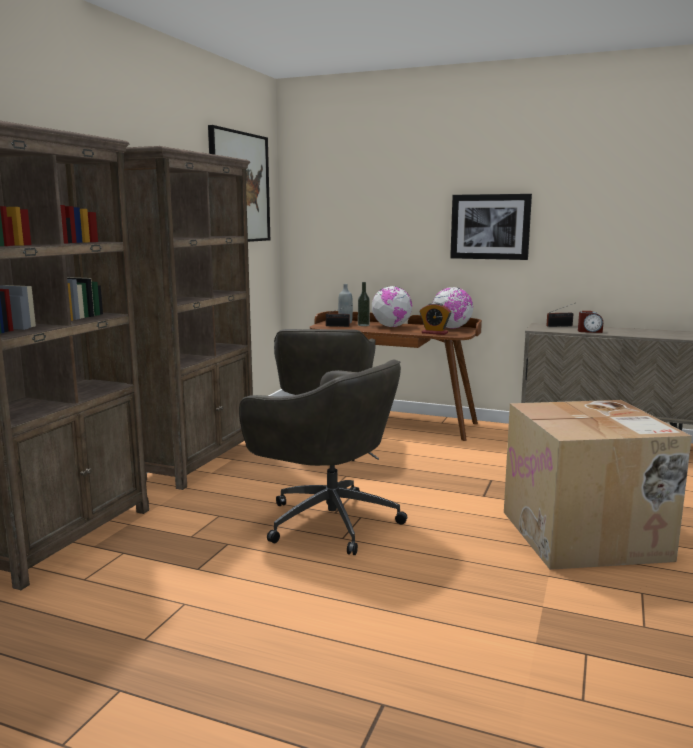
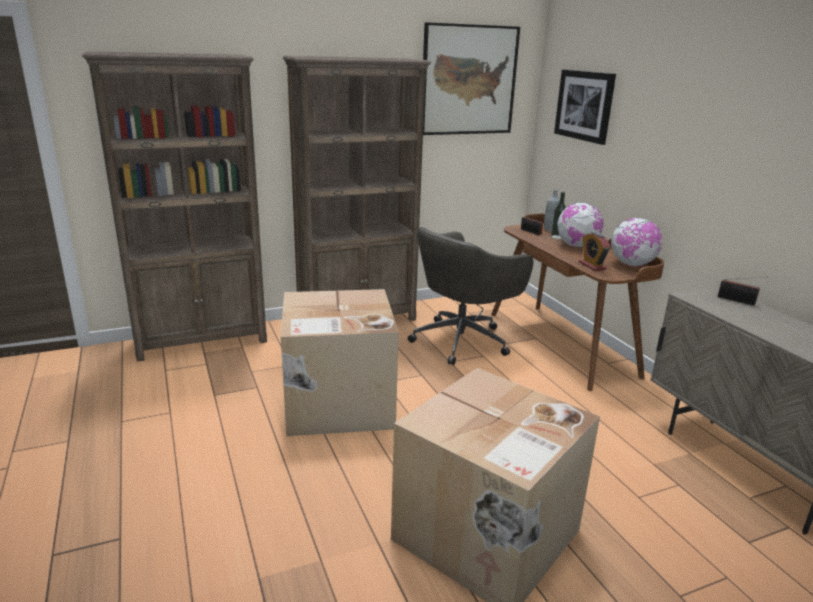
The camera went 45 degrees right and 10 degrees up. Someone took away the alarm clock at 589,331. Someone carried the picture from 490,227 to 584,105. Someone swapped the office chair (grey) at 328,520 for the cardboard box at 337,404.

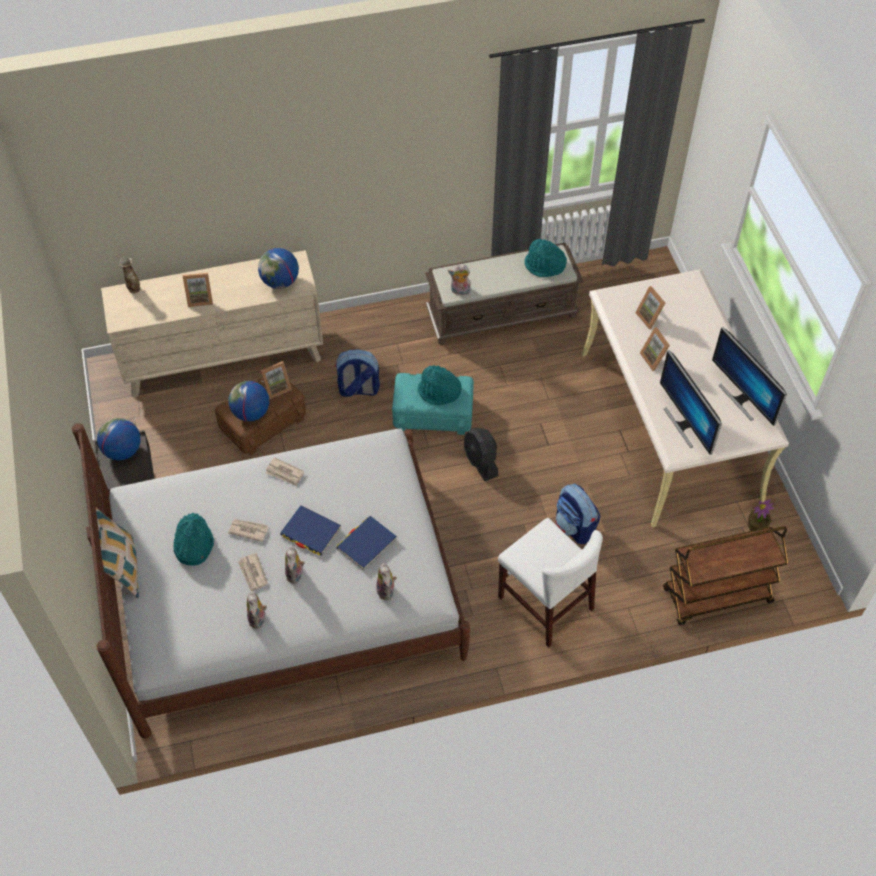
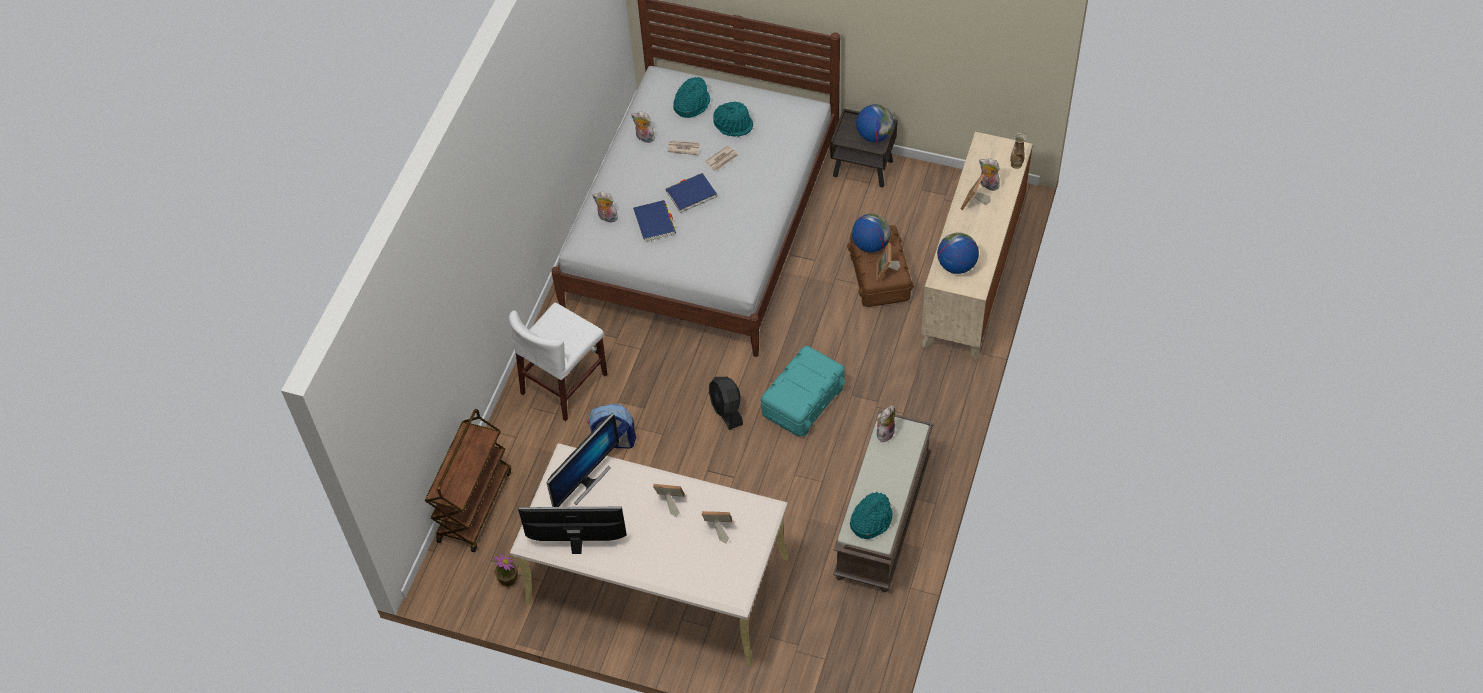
The camera went 125 degrees right and 0 degrees up. Someone took away the pillow at 123,569. Someone took away the newspaper at 285,473. Someone took away the backpack at 358,389. Someone carried the plush toy from 296,574 to 988,185. Someone carried the hat (turquoise) from 439,392 to 691,104. Someone rotated the fan (black) at 480,462 by 120 degrees counterclockwise. Someone rotated the chair (white) at 545,603 by 45 degrees counterclockwise. Someone rotated the monitor at 685,425 by 120 degrees clockwise.

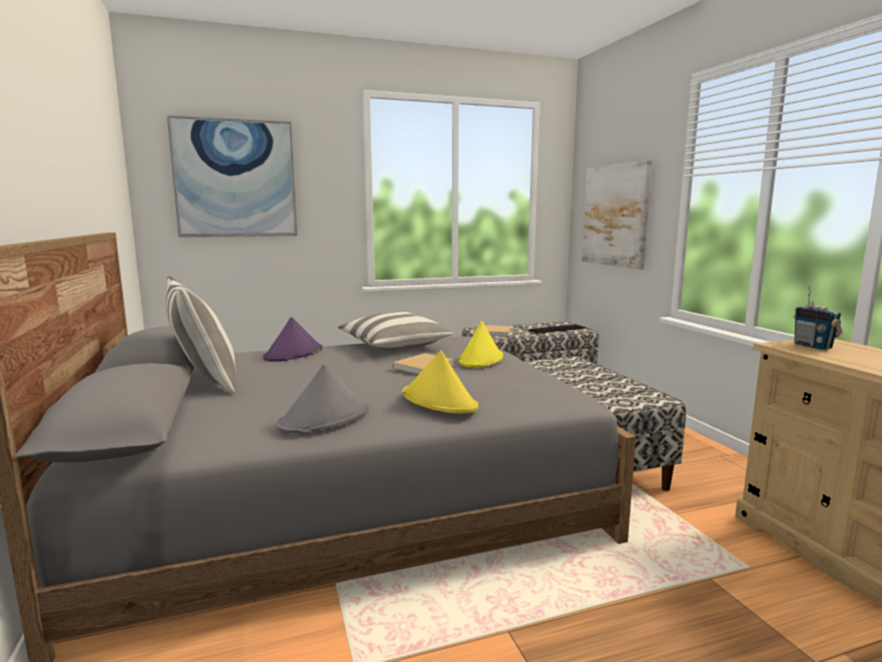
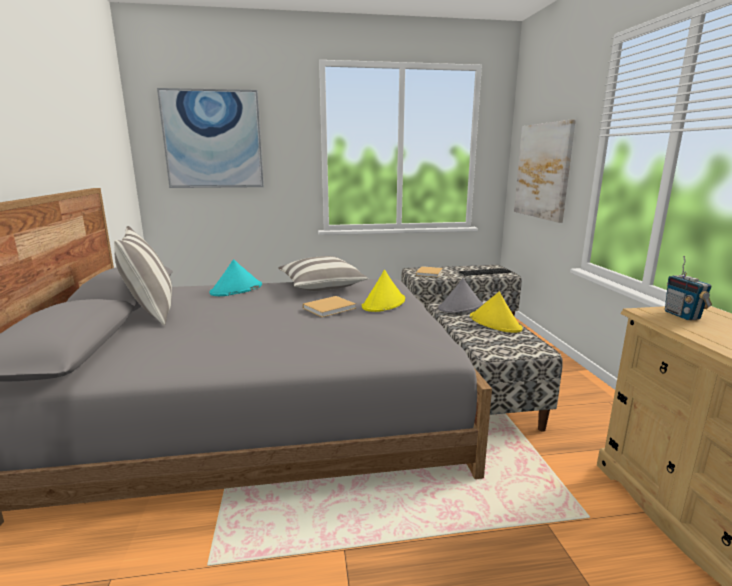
The camera went 10 degrees right and 5 degrees up. Someone carried the hat (grey) from 325,419 to 460,307. Someone carried the hat (yellow) from 439,401 to 495,323. Someone repainted the hat (purple) at 293,354, which became the hat (turquoise) at 236,289.

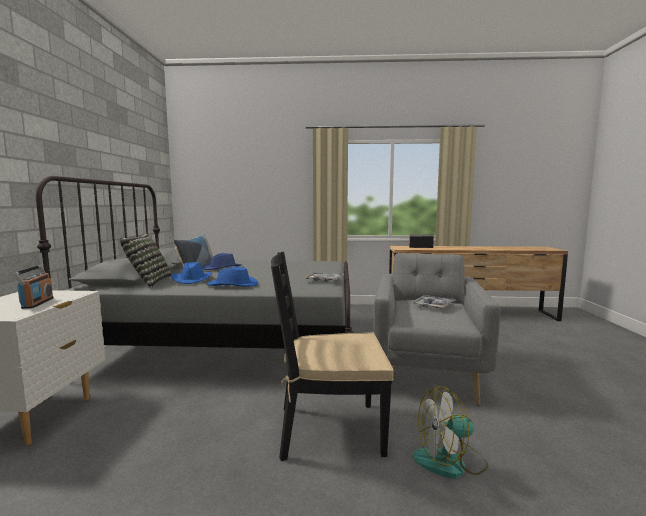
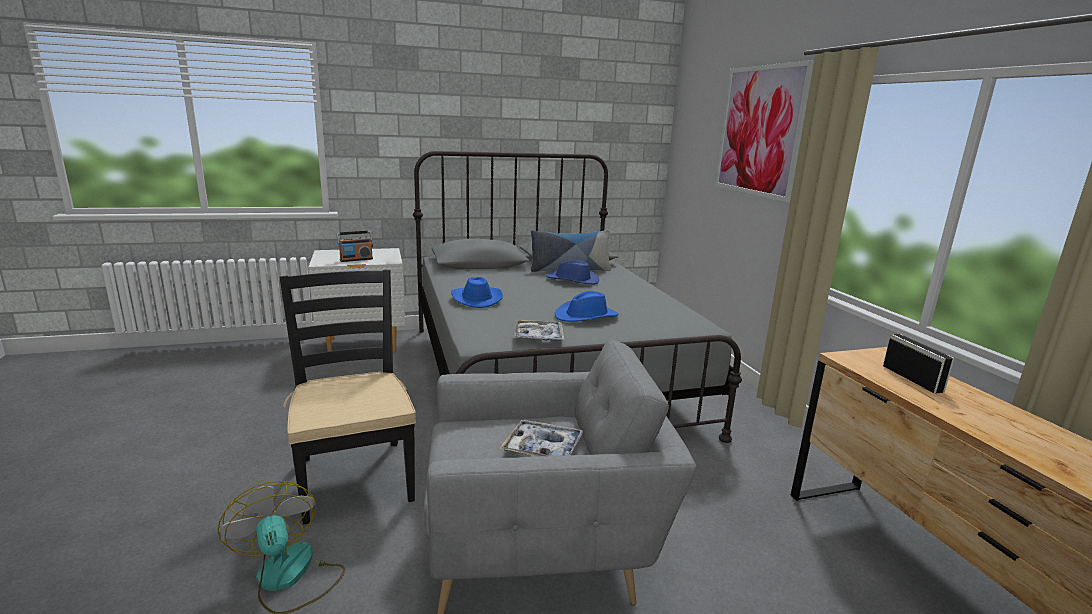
The camera went 70 degrees right and 10 degrees up. Someone took away the pillow at 148,282. Someone put up the picture at 759,131. Someone carried the hat (blue) from 192,280 to 586,316.

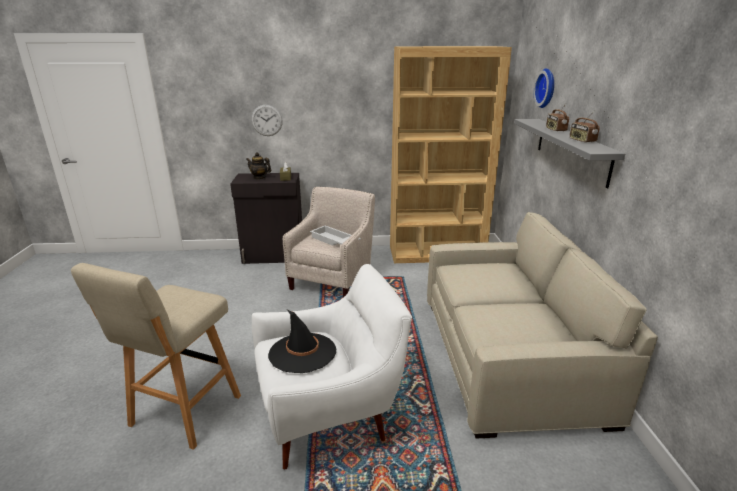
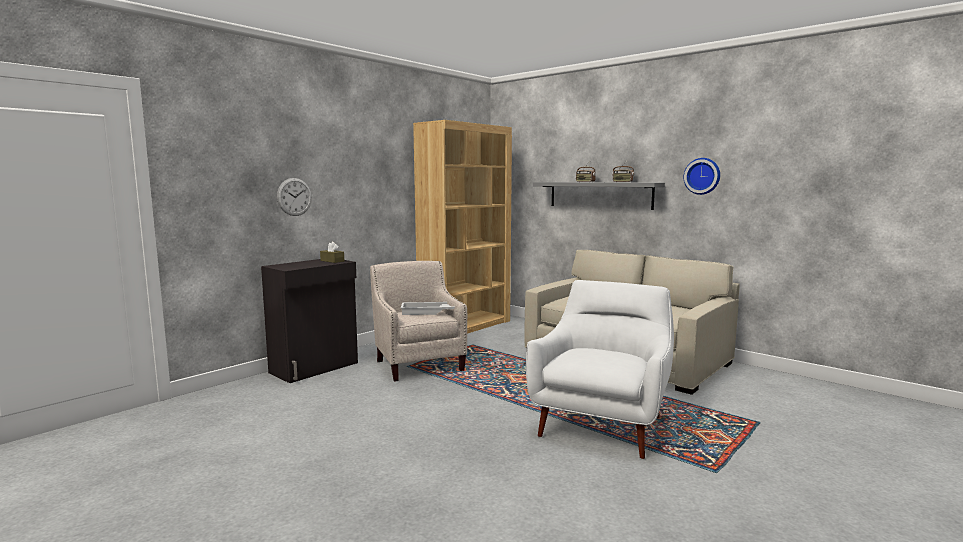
The camera went 45 degrees left and 15 degrees down. Someone took away the stool (beige) at 183,413. Someone took away the teapot at 259,177. Someone took away the hat (black) at 302,353. Someone carried the wall clock from 547,88 to 702,176.

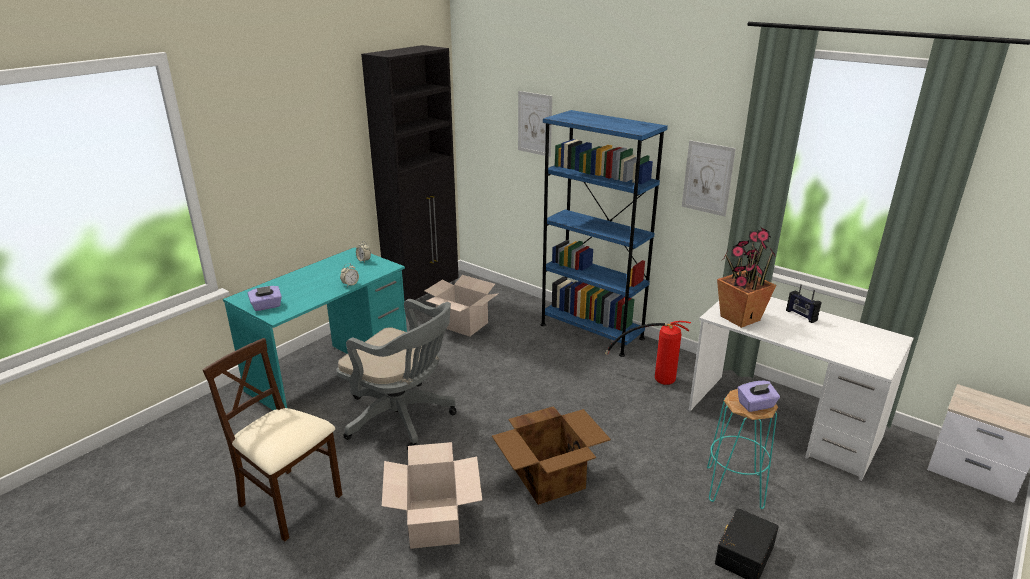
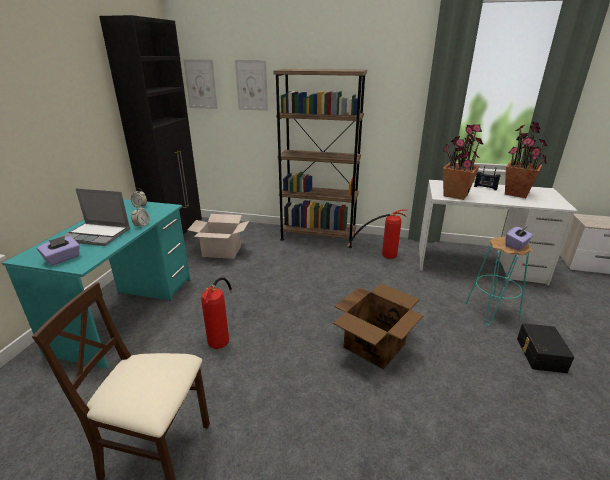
The camera went 25 degrees left and 0 degrees up. Someone took away the cardboard box at 433,522. Someone put down the laptop at 97,235. Someone put down the potted plant at 517,193. Someone carried the picture from 707,178 to 201,84. Someone swapped the office chair (grey) at 403,418 for the fire extinguisher at 222,334. Someone repainted the bookcase (blue) at 591,331, which became the bookcase (brown) at 318,237.

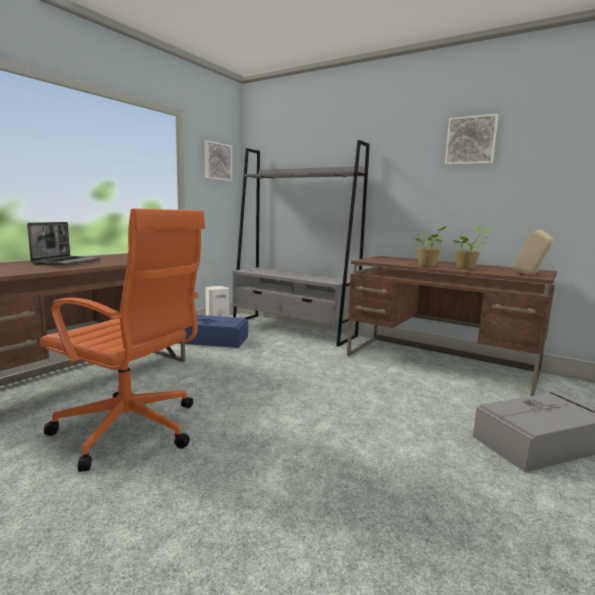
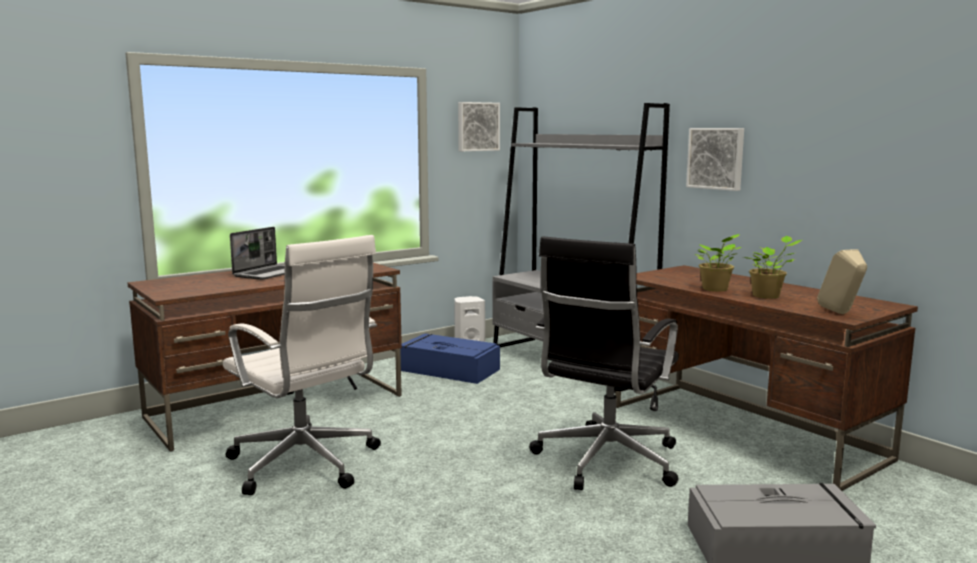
The camera went 20 degrees right and 0 degrees up. Someone put down the office chair (black) at 605,462. Someone carried the picture from 471,140 to 716,158. Someone repainted the office chair (orange) at 131,430, which became the office chair (white) at 305,465.

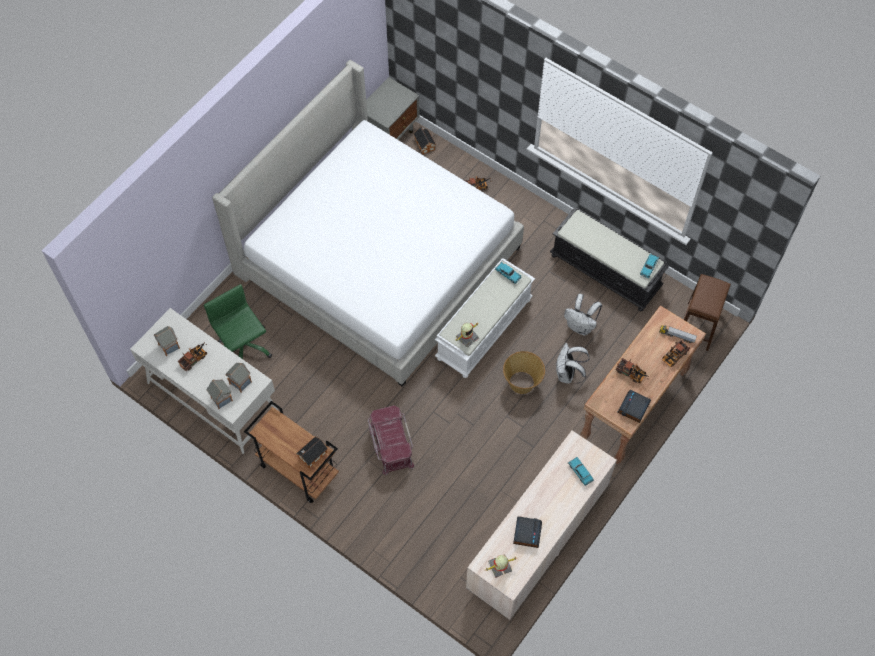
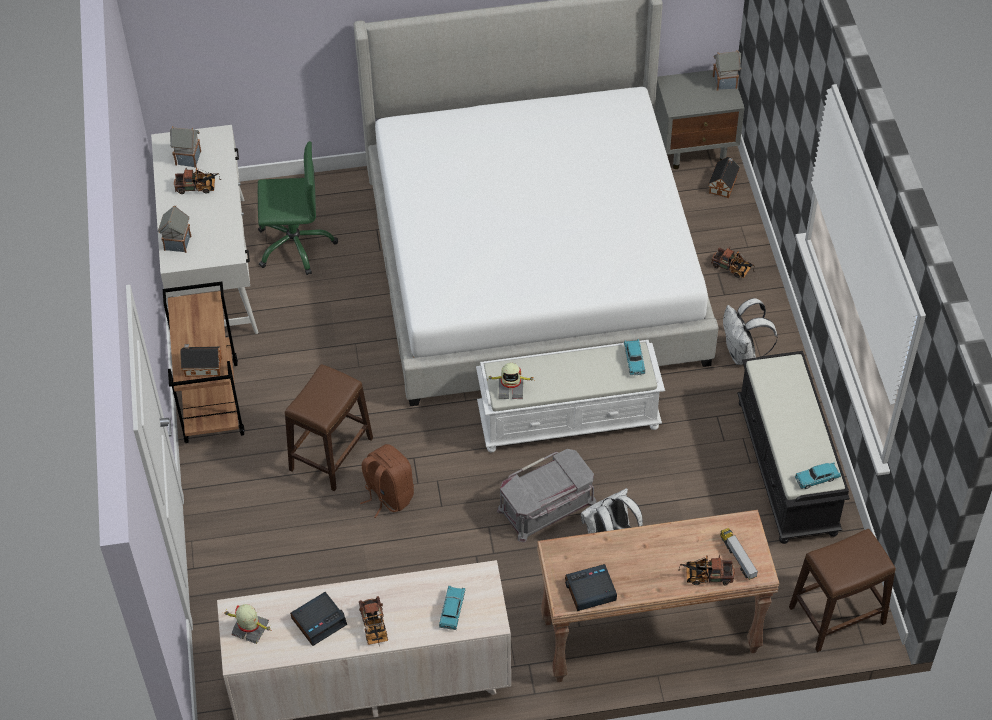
The camera went 45 degrees right and 10 degrees down. Someone put down the backpack (brown) at 388,495. Someone carried the toy house from 240,382 to 725,82. Someone carried the backpack (white) from 580,326 to 742,354. Someone carried the toy truck from 632,374 to 374,628. Someone swapped the storage box (red) at 390,445 for the stool (brown) at 330,454. Someone swapped the basket at 522,382 for the storage box (grey) at 547,507. Someone rotated the office chair (green) at 243,348 by 75 degrees clockwise.

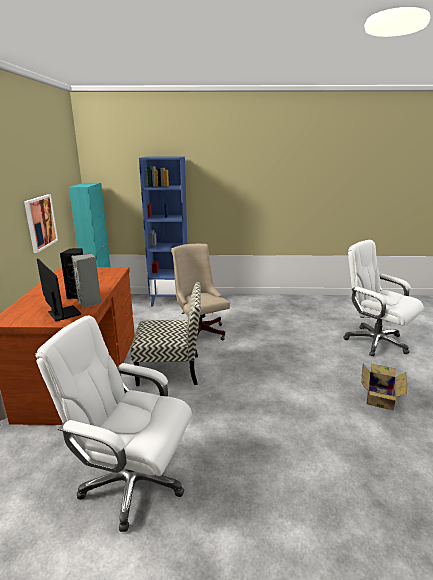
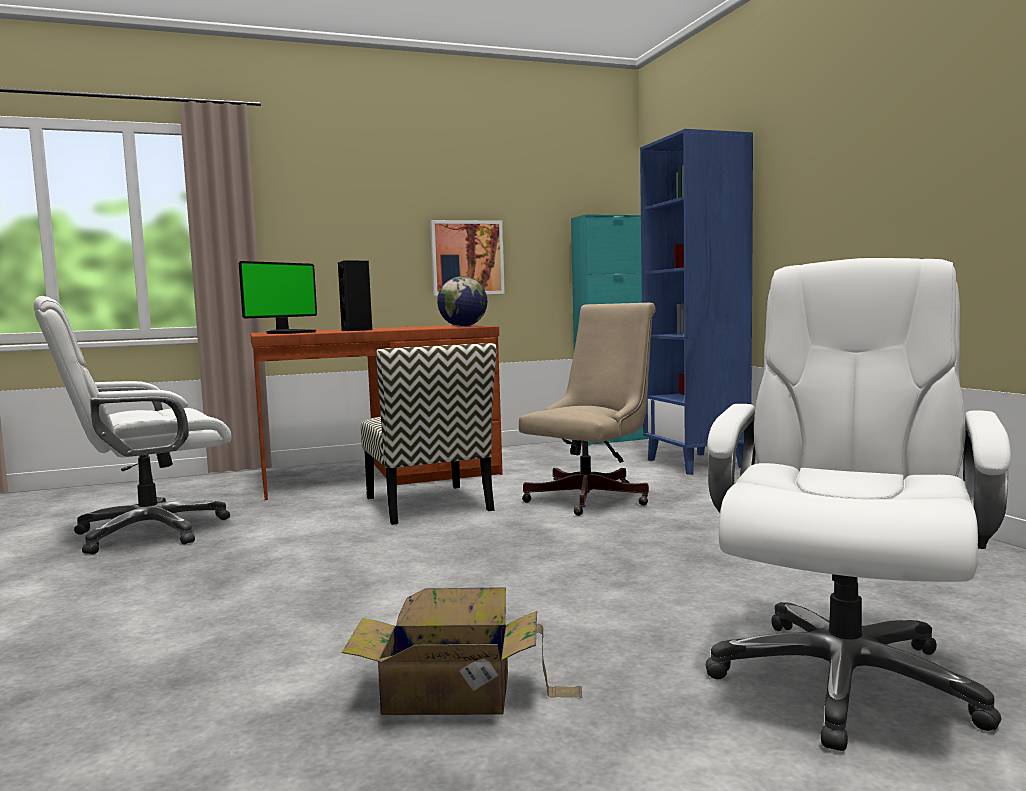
The camera went 70 degrees right and 15 degrees down. Someone took away the speaker (grey) at 89,303. Someone put down the globe at 463,326. Someone rotated the office chair (white) at 132,482 by 120 degrees counterclockwise.

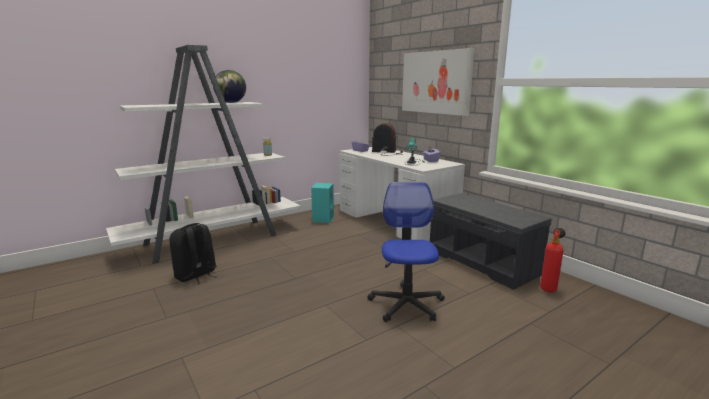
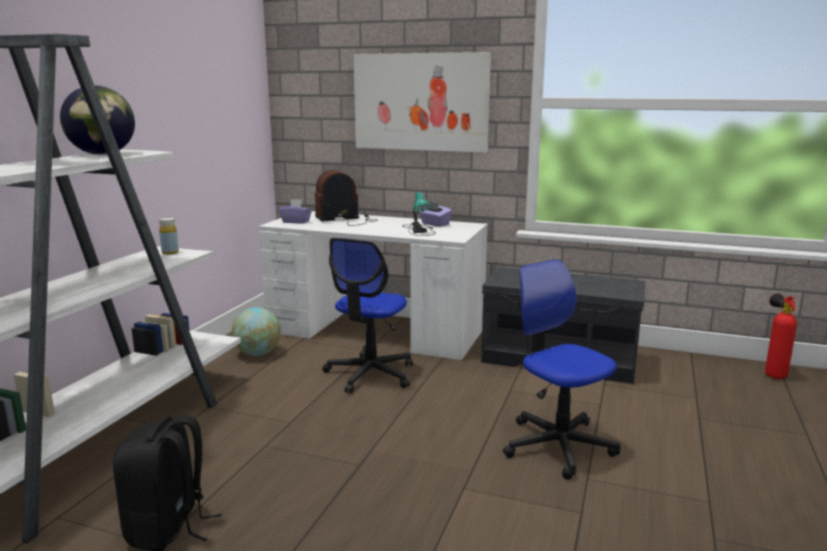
The camera went 35 degrees left and 0 degrees up. Someone put down the office chair at 370,374. Someone carried the fire extinguisher from 548,289 to 773,374. Someone swapped the speaker (turquoise) at 322,219 for the globe at 258,353.

